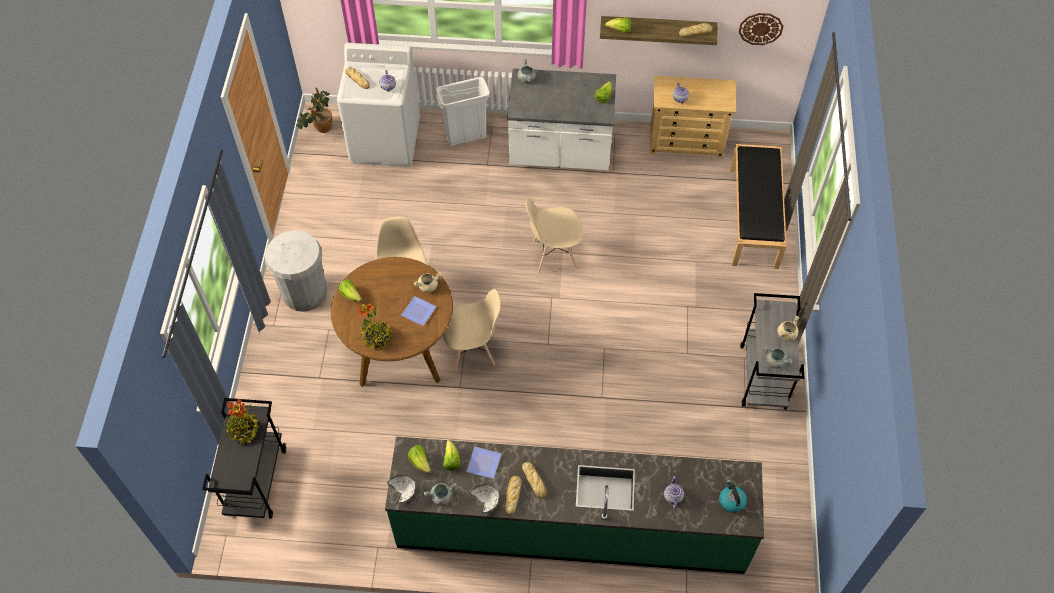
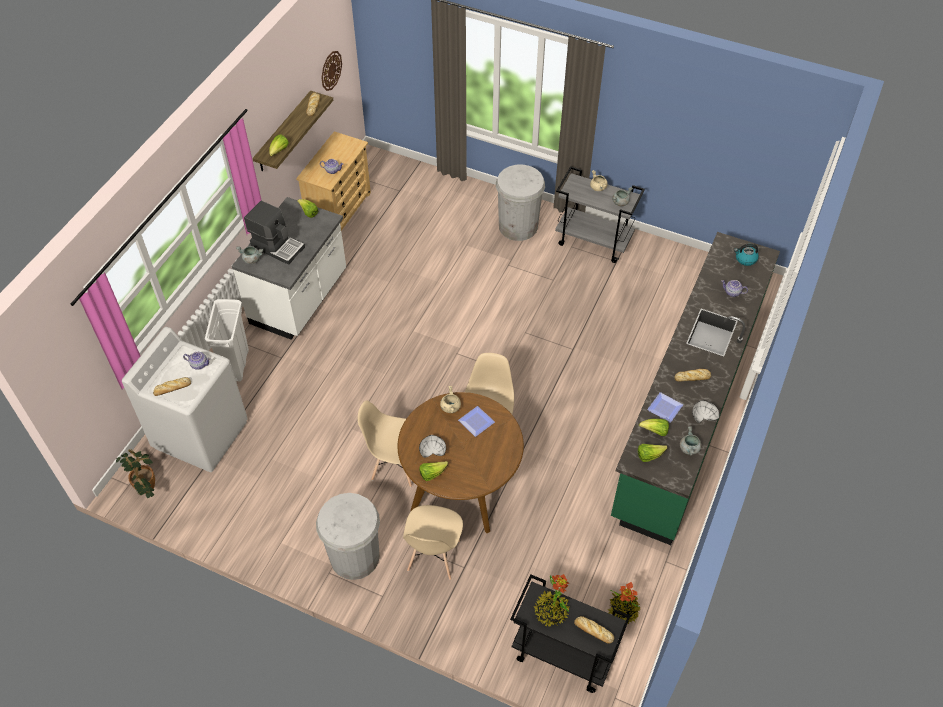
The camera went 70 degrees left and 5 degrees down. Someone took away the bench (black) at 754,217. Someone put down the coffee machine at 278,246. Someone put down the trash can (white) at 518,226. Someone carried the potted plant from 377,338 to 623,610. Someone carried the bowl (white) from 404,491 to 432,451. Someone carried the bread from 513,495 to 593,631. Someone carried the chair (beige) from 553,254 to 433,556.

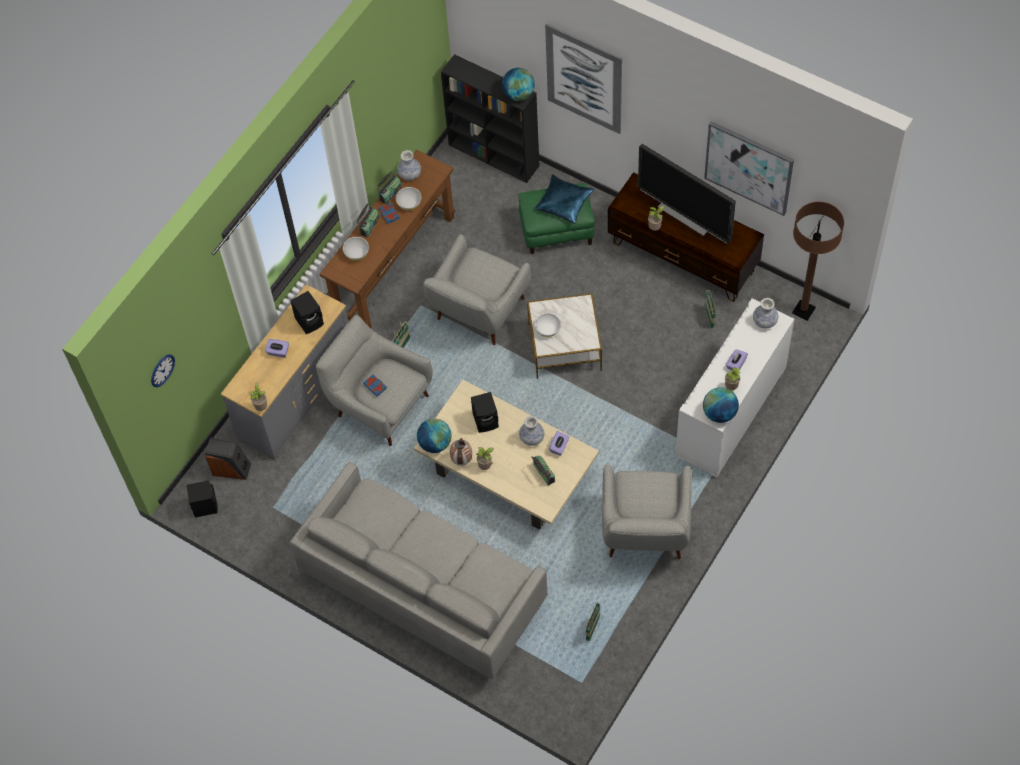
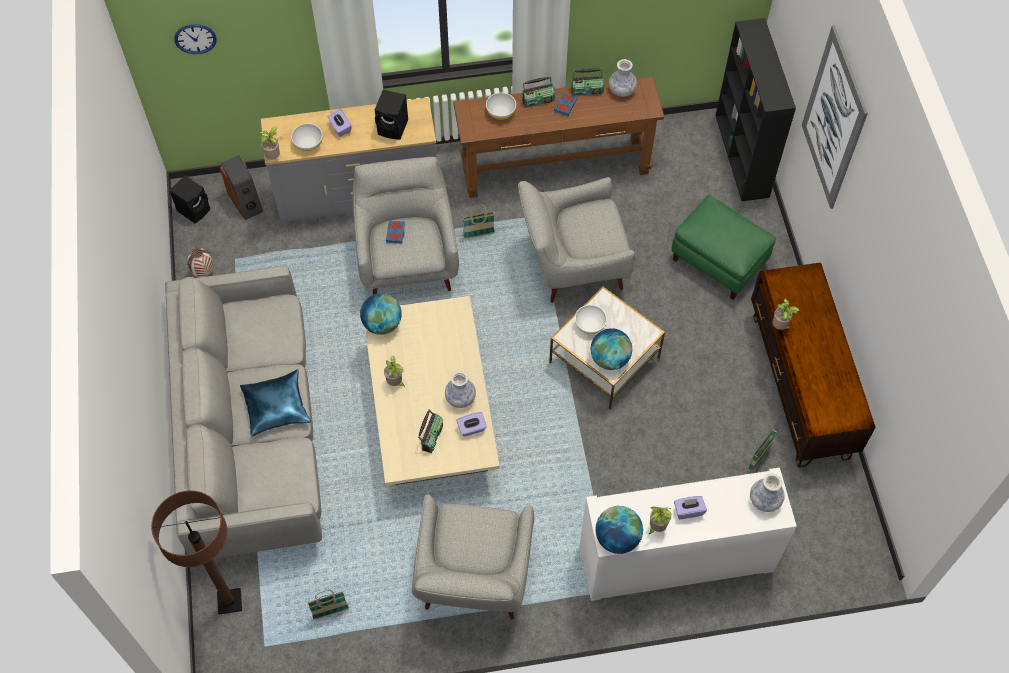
The camera went 45 degrees right and 0 degrees up. Someone took away the speaker (black) at 486,420. Someone took away the television at 685,215. Someone took away the picture at 748,167. Someone carried the bowl (white) from 409,203 to 308,143. Someone carried the vase from 461,460 to 204,272. Someone carried the globe from 518,94 to 610,359. Someone carried the pillow (blue) from 563,203 to 276,407. Someone carried the floor lamp (brown) from 803,310 to 229,601. Someone rotated the armchair (grey) at 645,532 by 45 degrees counterclockwise.

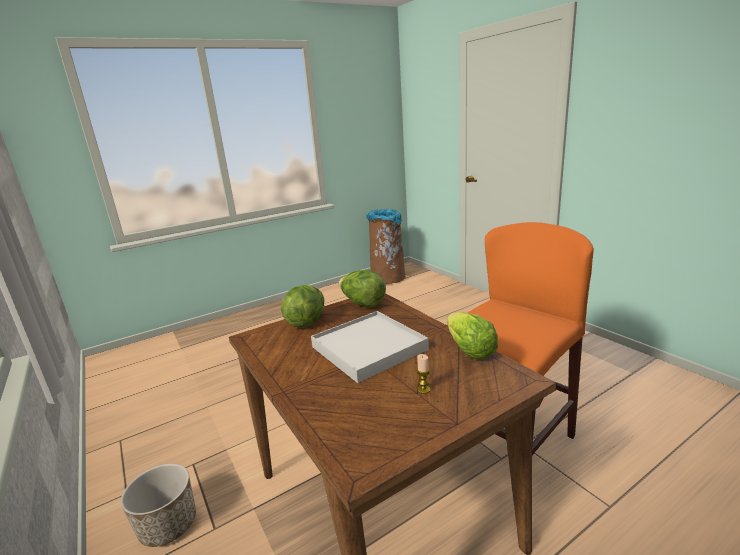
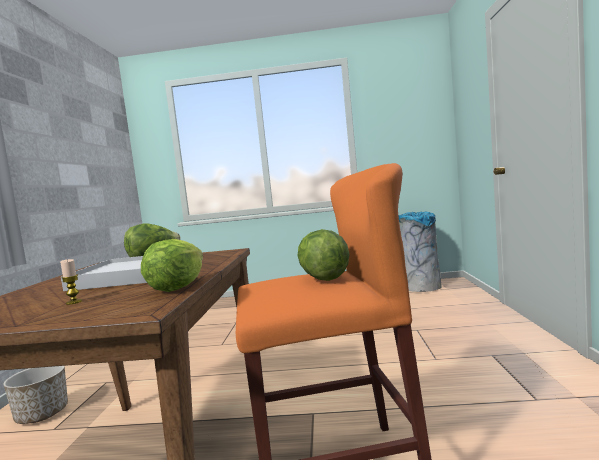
The camera went 35 degrees right and 15 degrees down. Someone carried the lettuce from 362,304 to 323,278. Someone repainted the trash can (brown) at 388,279, which became the trash can (grey) at 421,288.

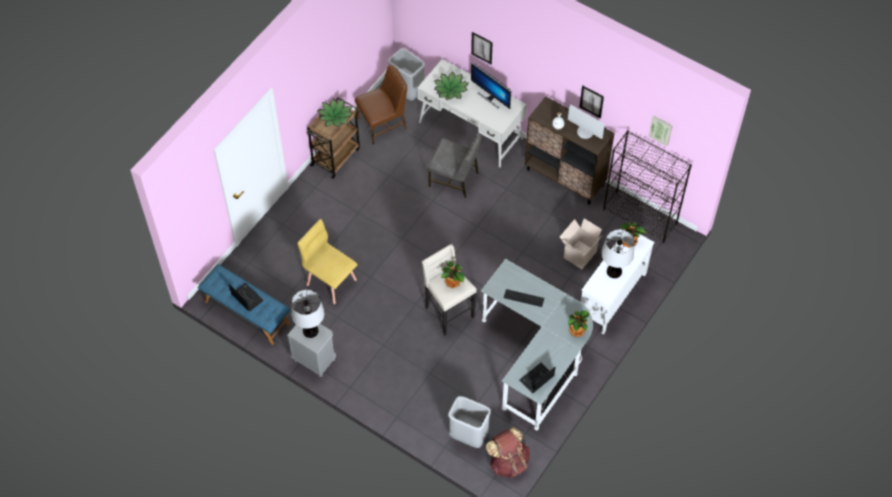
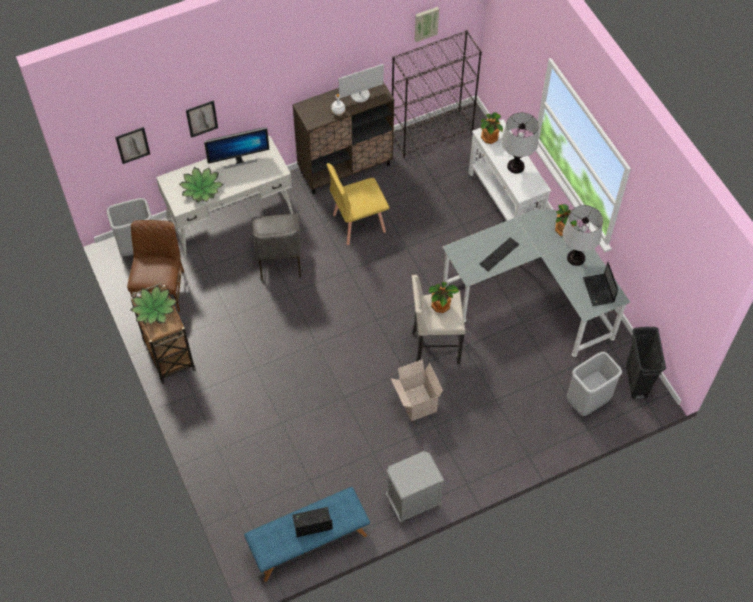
The camera went 60 degrees left and 0 degrees up. Someone carried the table lamp from 310,331 to 576,258. Someone carried the chair (yellow) from 331,281 to 358,223. Someone carried the cardboard box from 579,254 to 416,403. Someone carried the picture from 591,101 to 132,145. Someone swapped the backpack (brown) at 508,462 for the trash can (black) at 636,381. Someone rotated the chair (grey) at 454,179 by 120 degrees clockwise.

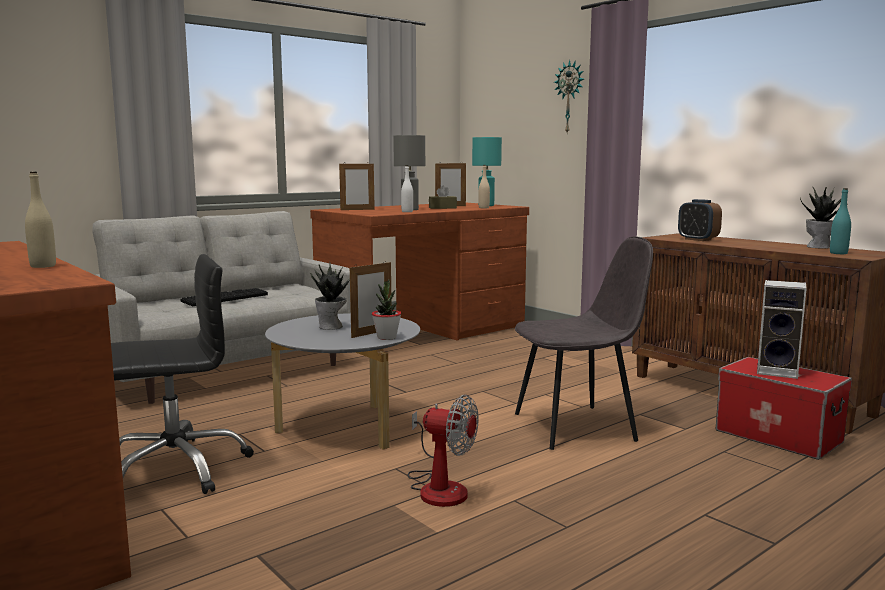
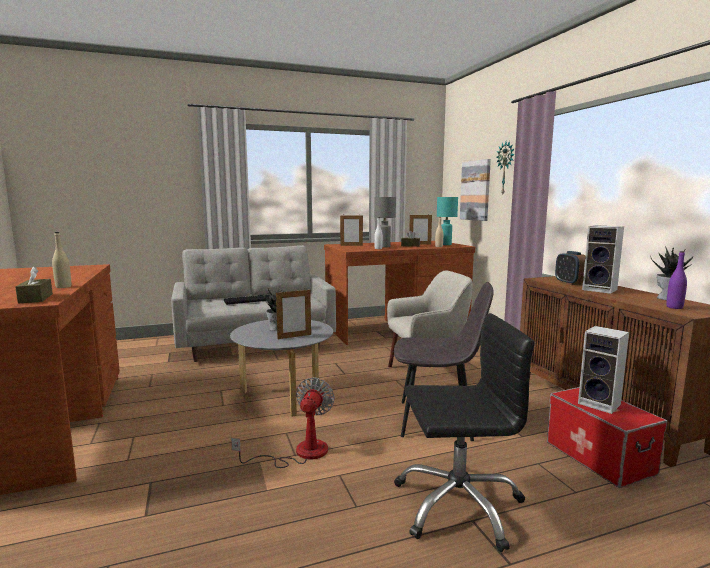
The camera went 20 degrees right and 0 degrees up. Someone took away the potted plant at 386,337. Someone put down the tissue box (brown) at 36,298. Someone put down the armchair (beige) at 426,374. Someone put up the picture at 475,190. Someone put down the speaker at 601,290. Someone carried the office chair (black) from 176,468 to 458,504. Someone repainted the bottle (turquoise) at 838,253, which became the bottle (purple) at 674,307. Someone rotated the fan at 439,487 by 120 degrees counterclockwise.

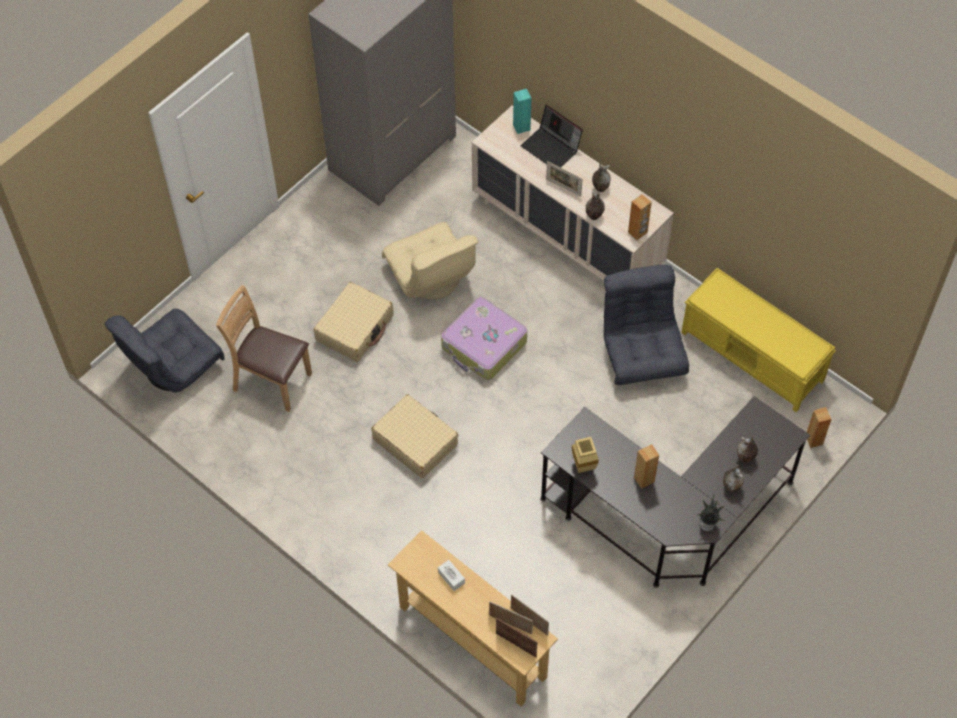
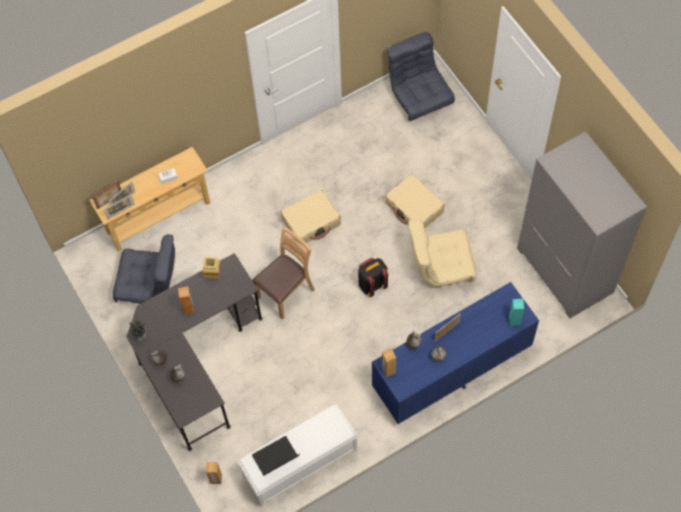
The camera went 110 degrees right and 5 degrees up. Someone carried the chair (brown) from 271,381 to 286,292. Someone carried the laptop from 552,148 to 276,459. Someone carried the armchair (grey) from 641,354 to 150,285. Someone swapped the suitcase at 484,346 for the backpack (black) at 372,284. Someone repainted the dresser (beige) at 568,234, which became the dresser (blue) at 451,370. Someone repainted the bench (yellow) at 753,357, which became the bench (white) at 299,463.

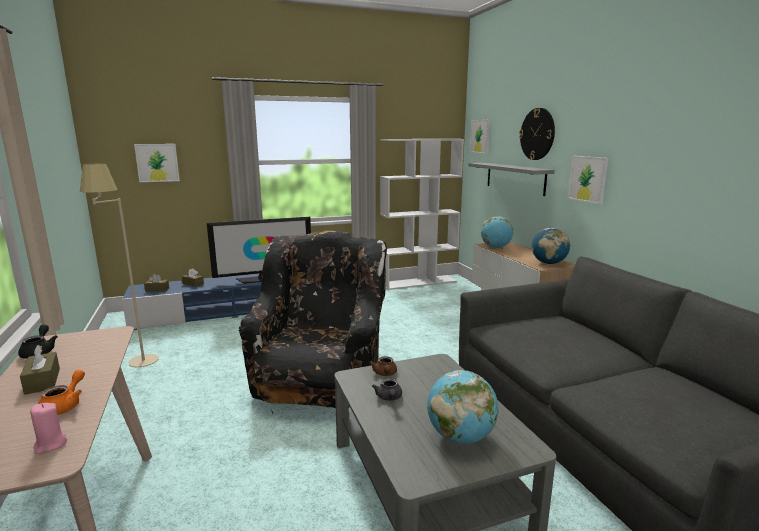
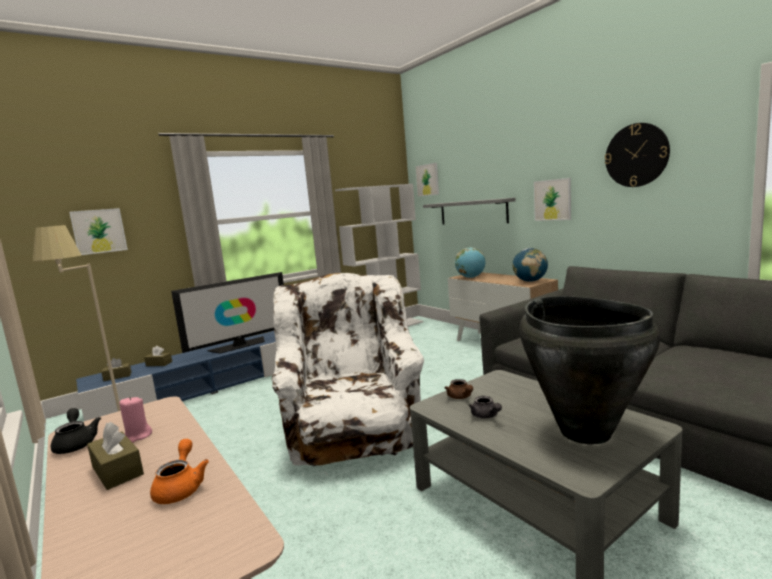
The camera went 15 degrees left and 5 degrees down. Someone carried the candle (pink) from 50,445 to 137,436. Someone carried the wall clock from 537,134 to 636,155. Someone swapped the globe at 460,437 for the vase (black) at 586,432. Someone repainted the armchair (black) at 322,377, which became the armchair (white) at 354,429.

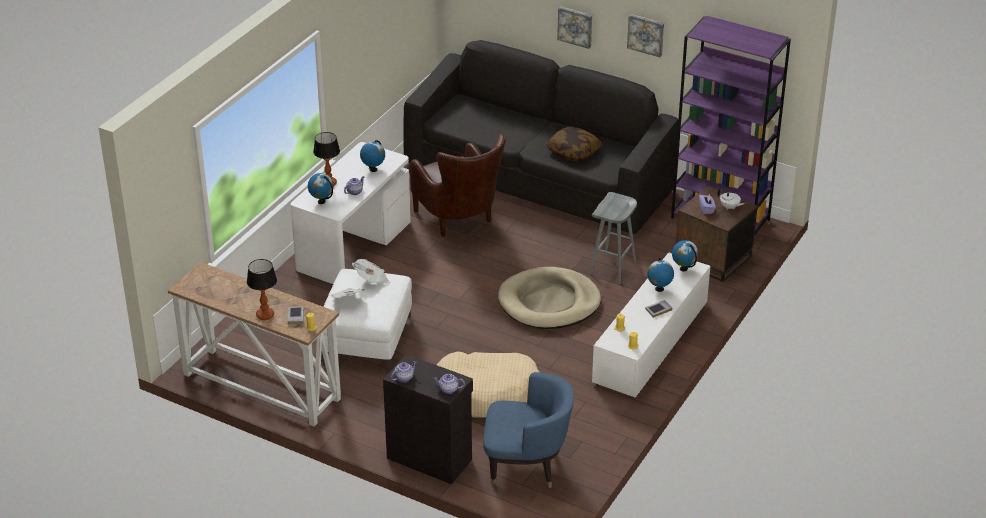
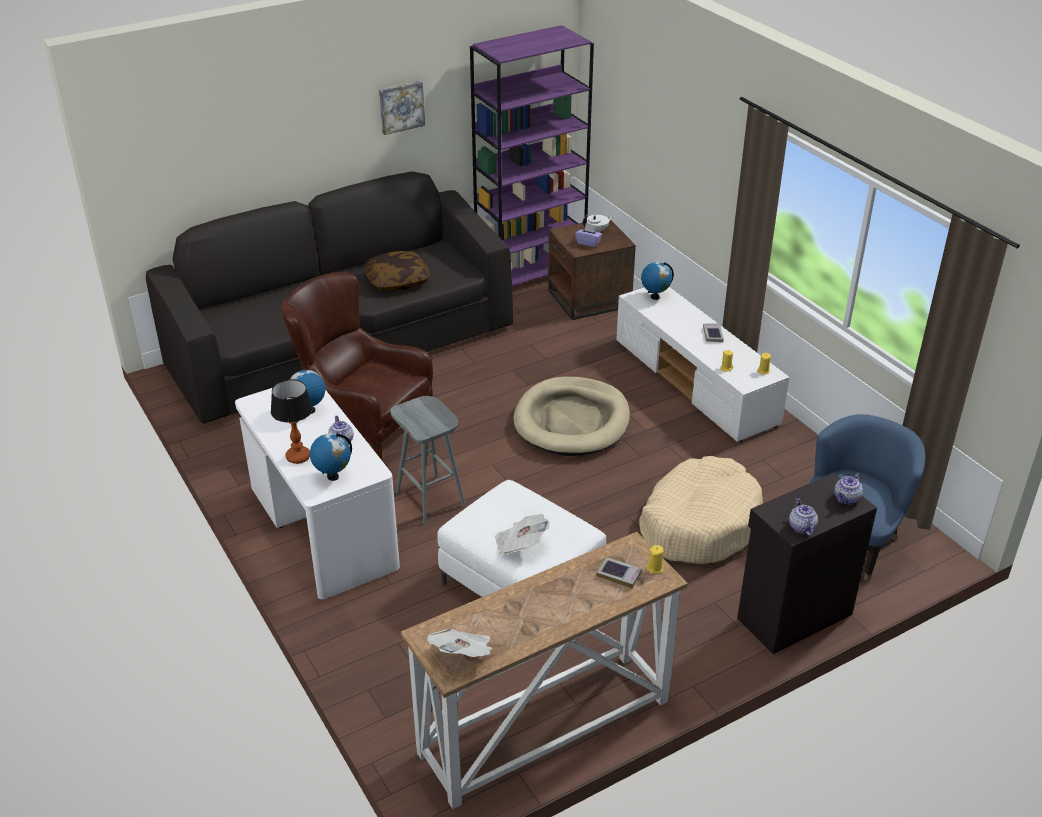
The camera went 60 degrees left and 0 degrees up. Someone took away the table lamp at 265,315. Someone took away the picture at 575,26. Someone took away the globe at 659,289. Someone carried the newspaper from 372,280 to 463,654. Someone carried the stool (grey) from 613,268 to 431,499. Someone rotated the armchair (brown) at 460,222 by 150 degrees counterclockwise.

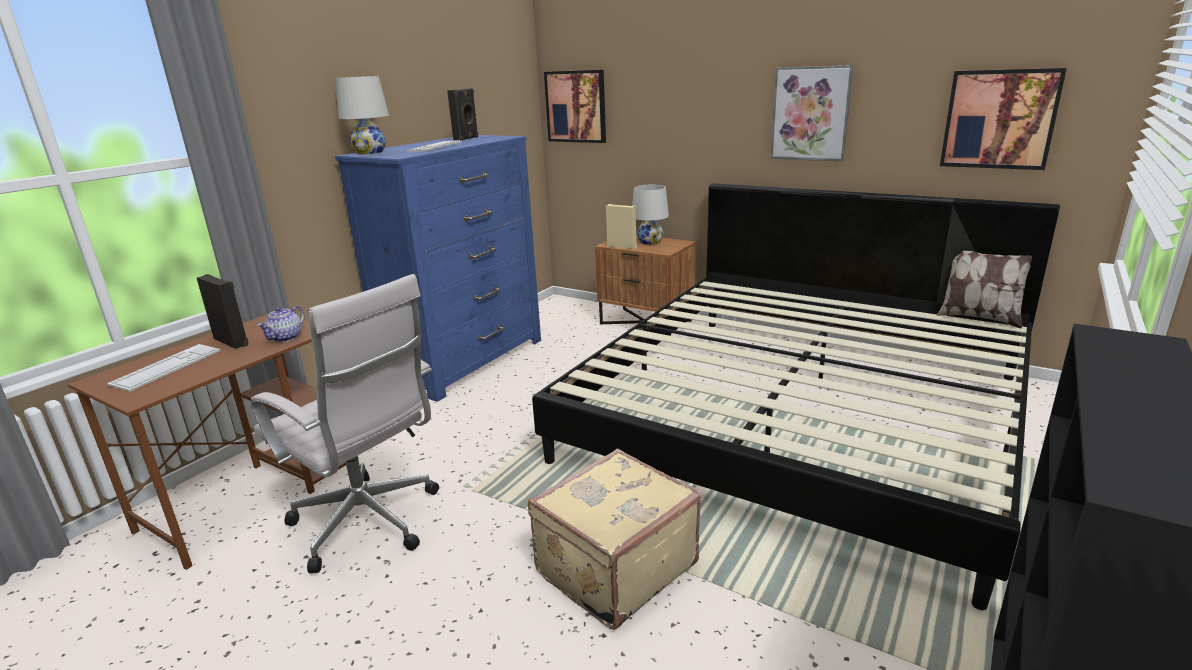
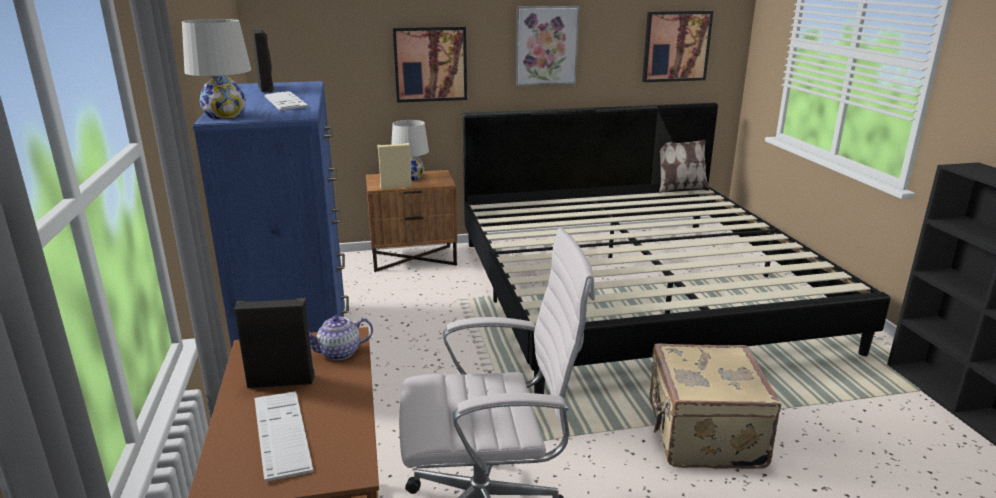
The camera went 45 degrees left and 0 degrees up. Someone carried the picture from 576,106 to 430,64. Someone rotated the teapot at 286,338 by 90 degrees clockwise.

